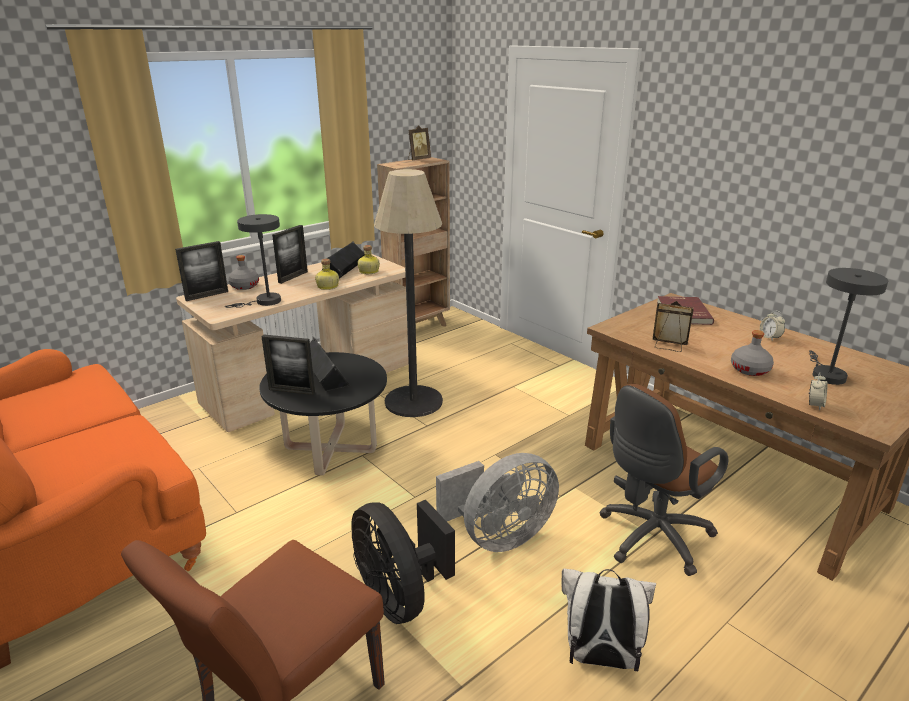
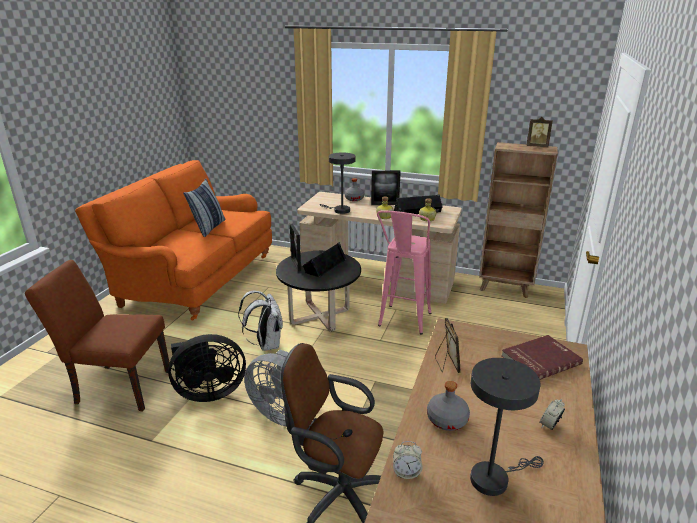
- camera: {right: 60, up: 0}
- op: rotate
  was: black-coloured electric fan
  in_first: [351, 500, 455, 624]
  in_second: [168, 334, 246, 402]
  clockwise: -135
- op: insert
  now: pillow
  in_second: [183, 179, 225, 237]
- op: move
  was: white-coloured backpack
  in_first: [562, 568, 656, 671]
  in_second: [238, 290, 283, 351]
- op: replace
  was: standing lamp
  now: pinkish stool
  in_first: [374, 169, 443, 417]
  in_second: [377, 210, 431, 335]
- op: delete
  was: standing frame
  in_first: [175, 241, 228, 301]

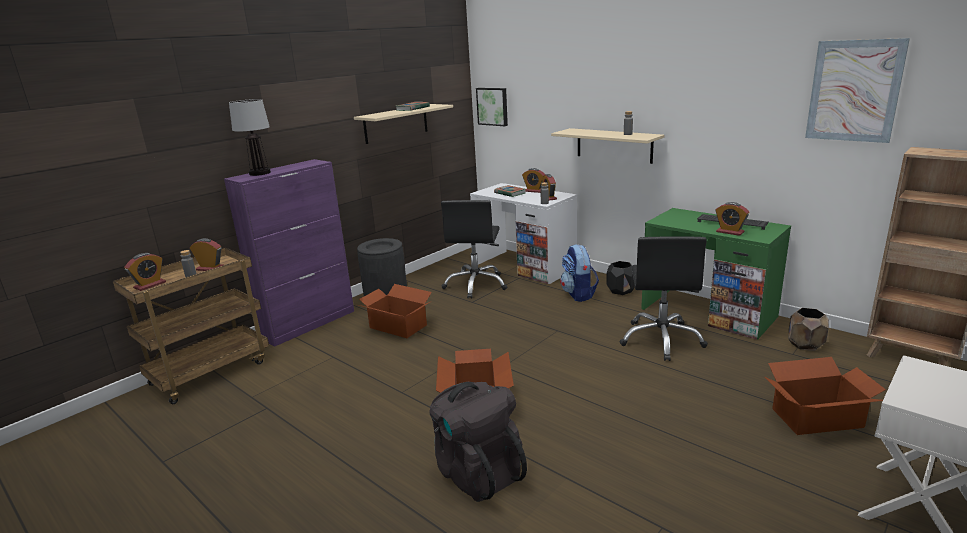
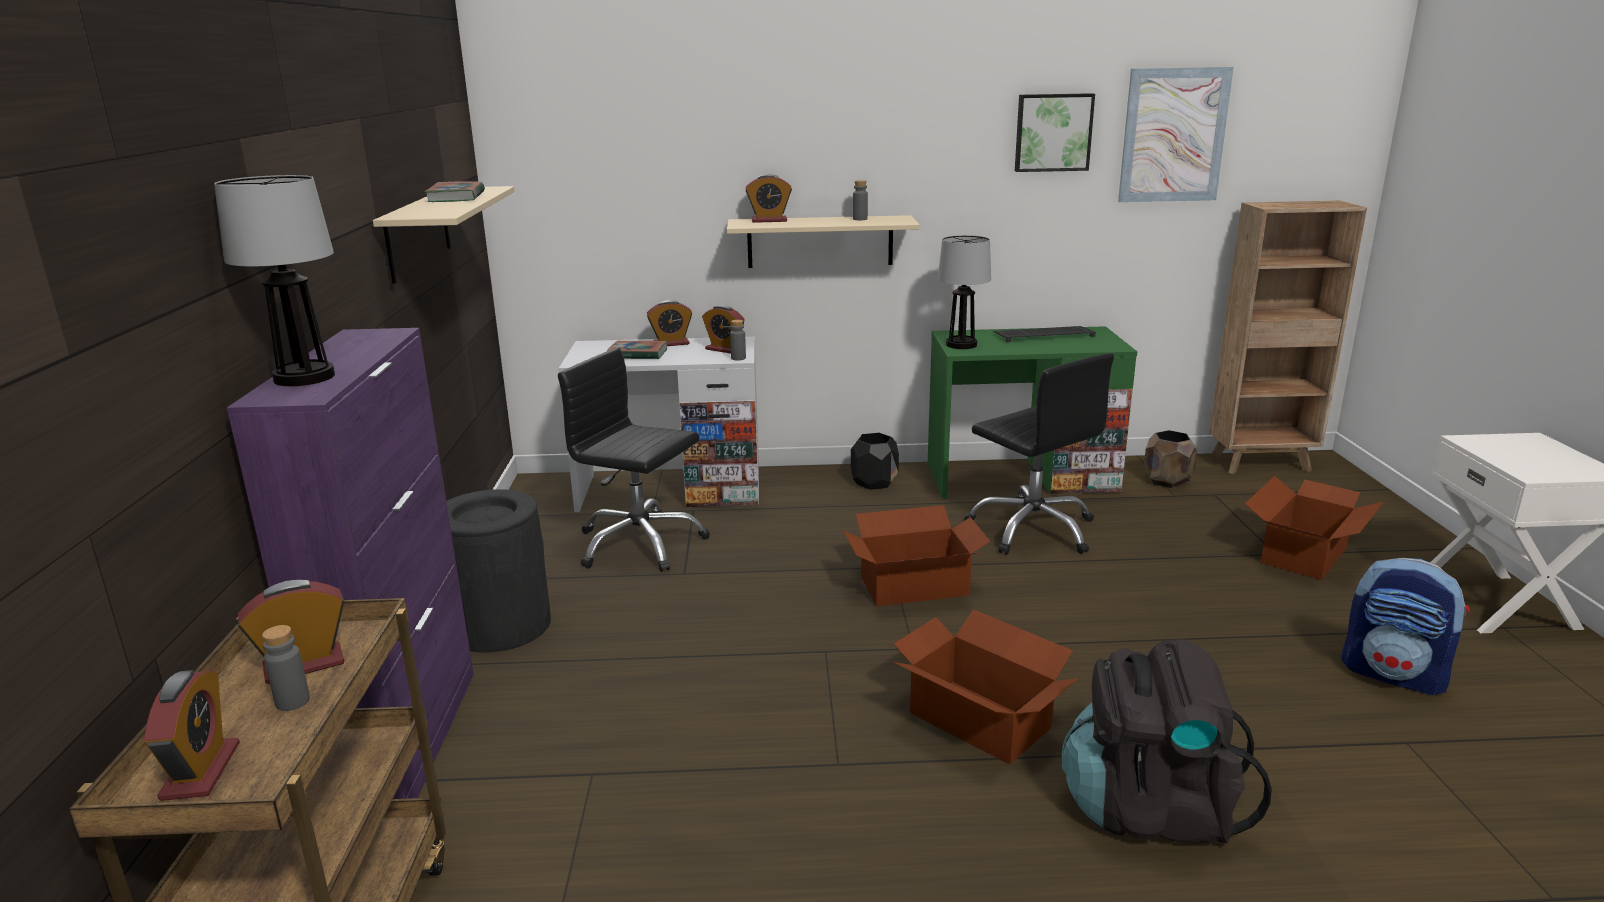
- camera: {right: -45, up: 0}
- op: rotate
  was: black-coloured desk chair
  in_first: [441, 200, 507, 299]
  in_second: [558, 348, 710, 572]
  clockwise: 150
- op: move
  was: table clock
  in_first: [715, 202, 749, 236]
  in_second: [745, 174, 792, 223]
- op: move
  was: packing box
  in_first: [359, 284, 432, 338]
  in_second: [843, 505, 991, 606]
- op: insert
  now: lamp for a table
  in_second: [938, 235, 991, 349]
- op: move
  was: wall picture
  in_first: [476, 88, 508, 126]
  in_second: [1015, 93, 1095, 172]
- op: move
  was: backpack
  in_first: [560, 244, 599, 302]
  in_second: [1341, 558, 1470, 695]

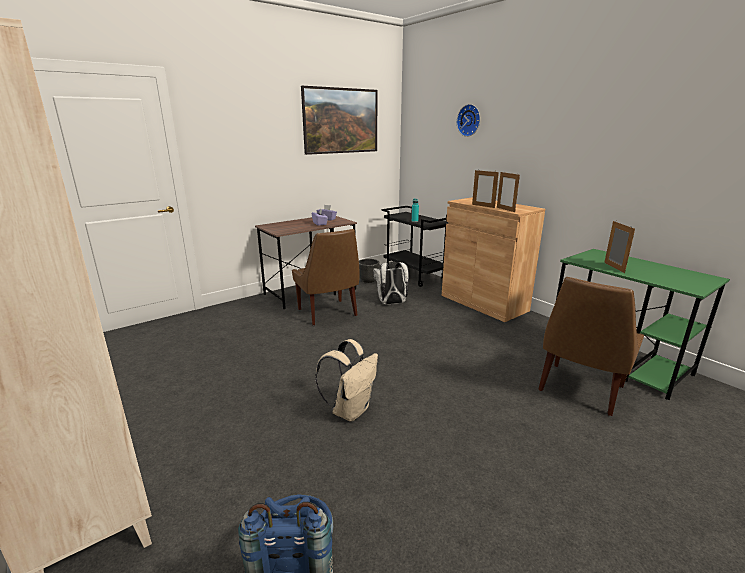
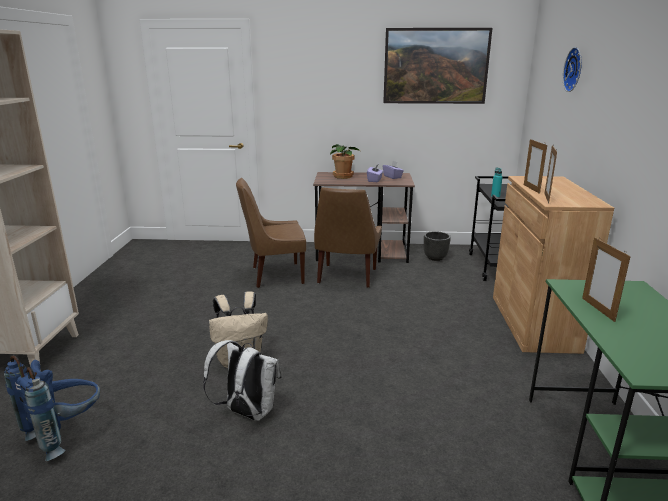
- camera: {right: 40, up: 0}
- op: move
  was: white-coloured backpack
  in_first: [373, 262, 409, 305]
  in_second: [203, 340, 281, 421]
- op: move
  was: brown plain chair
  in_first: [538, 277, 644, 416]
  in_second: [236, 178, 306, 288]
- op: insert
  now: houseplant
  in_second: [330, 144, 360, 179]
- op: rotate
  was: standing frame
  in_first: [604, 221, 635, 273]
  in_second: [582, 238, 631, 322]
  clockwise: 135

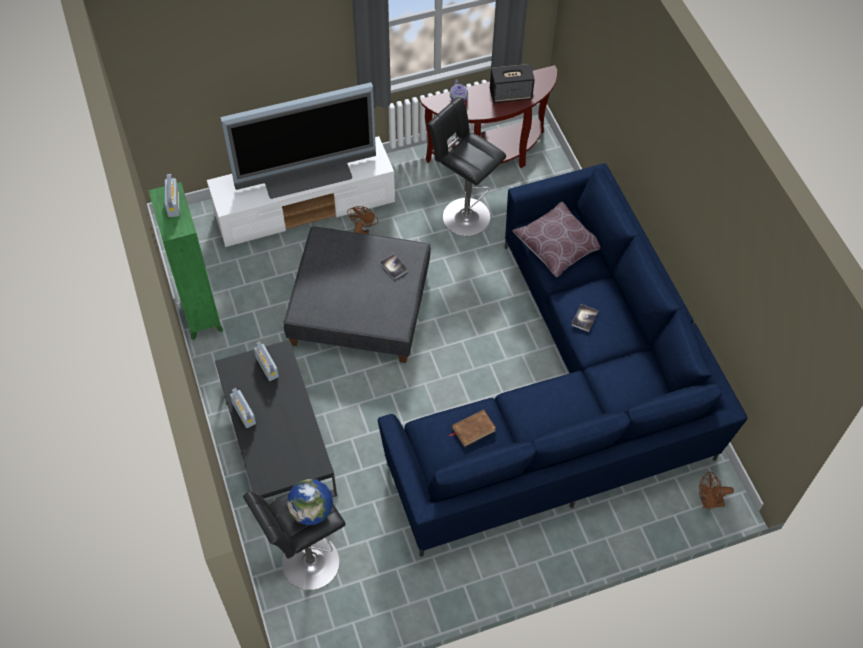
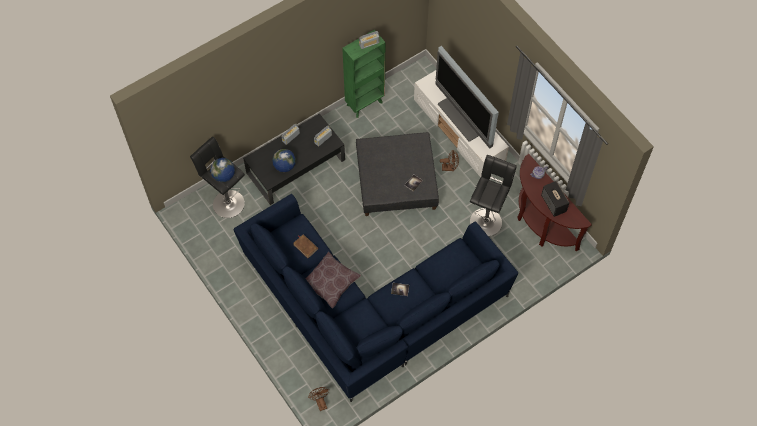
- camera: {right: 75, up: 5}
- op: insert
  now: globe
  in_second: [272, 149, 296, 172]
- op: move
  was: brown pillow
  in_first: [512, 202, 600, 277]
  in_second: [305, 252, 361, 309]

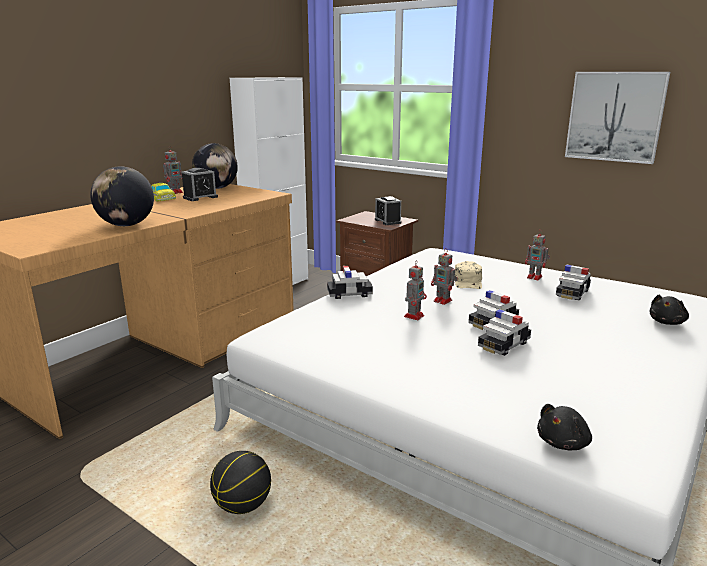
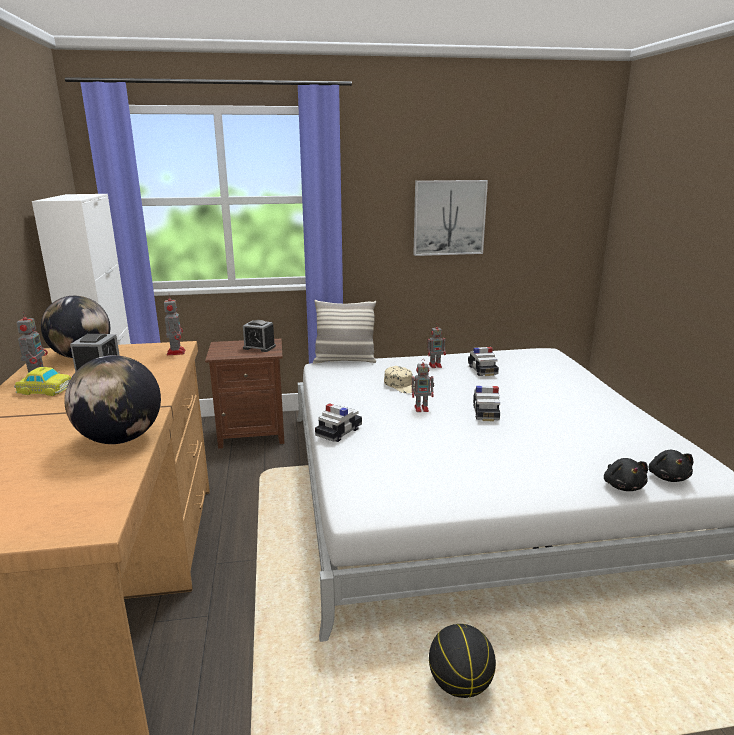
- camera: {right: -45, up: 0}
- op: move
  was: model robot
  in_first: [404, 260, 427, 320]
  in_second: [164, 295, 185, 355]
- op: insert
  now: pillow
  in_second: [313, 300, 376, 363]
- op: move
  was: black-coloured cuddly toy
  in_first: [650, 295, 689, 325]
  in_second: [604, 458, 648, 491]
- op: delete
  was: miniature car
  in_first: [478, 309, 531, 356]

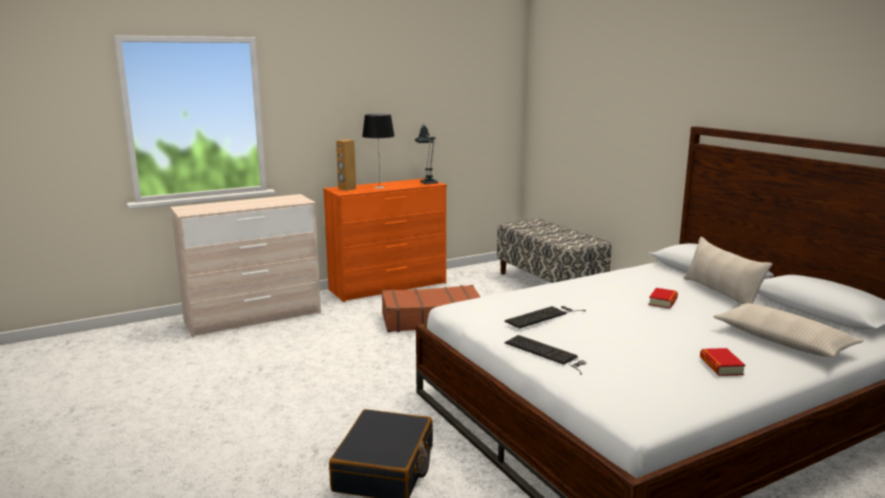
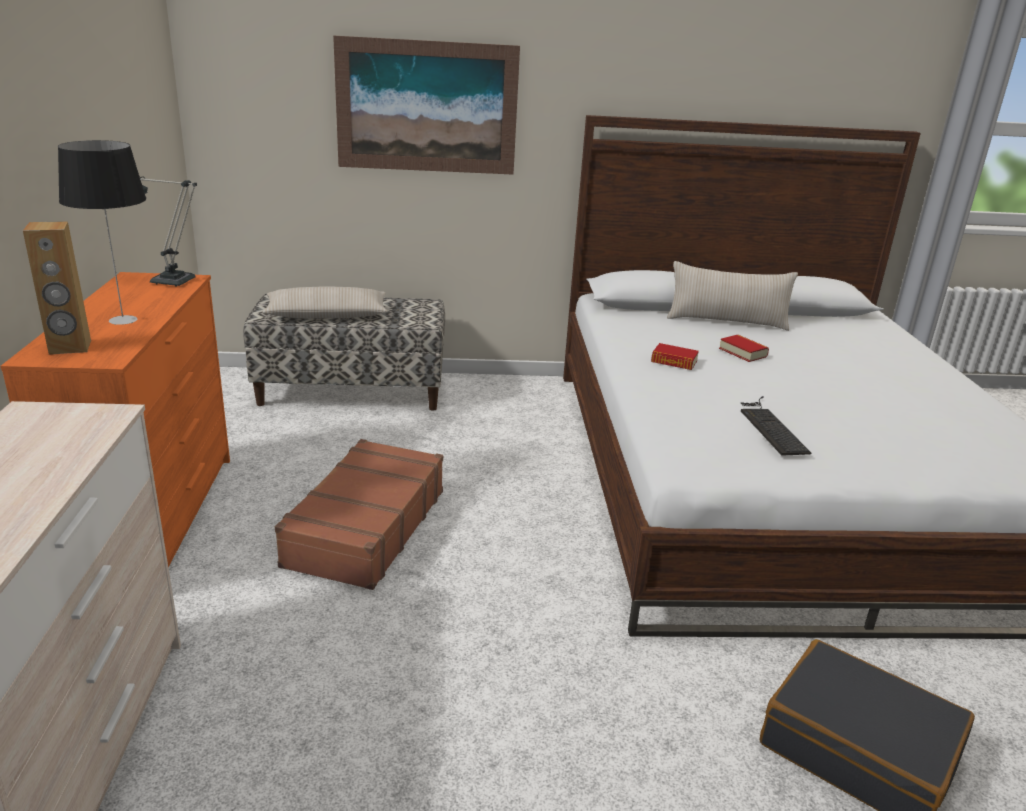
- camera: {right: -65, up: 10}
- op: move
  was: beige-coloured pillow
  in_first: [713, 303, 864, 357]
  in_second: [262, 287, 387, 319]
- op: insert
  now: wall picture
  in_second: [333, 36, 520, 175]
- op: move
  was: volume
  in_first: [700, 348, 746, 376]
  in_second: [651, 343, 699, 370]
- op: delete
  was: computer keyboard
  in_first: [505, 335, 587, 375]

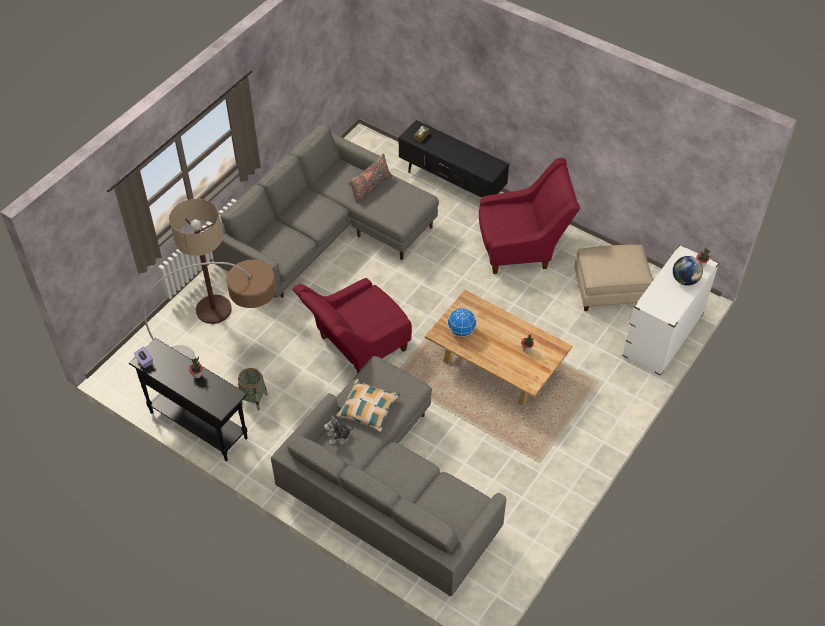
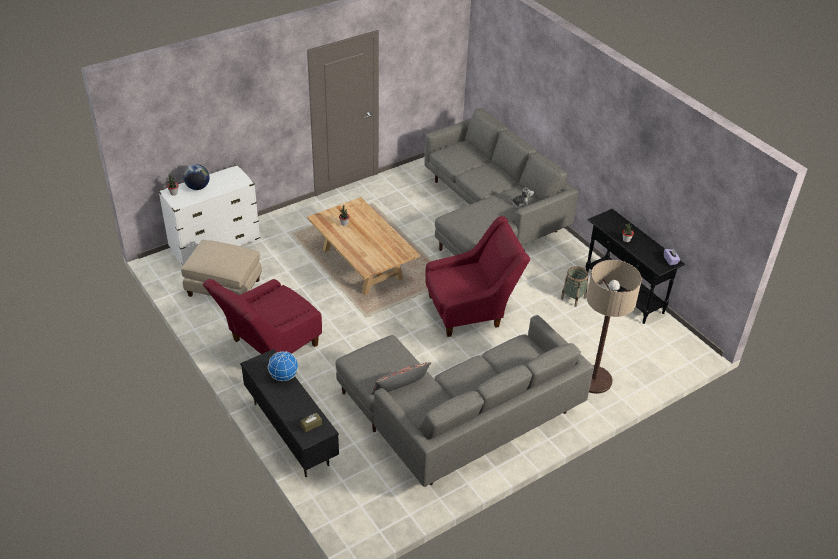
- camera: {right: -160, up: -10}
- op: rotate
  was: reddish armchair
  in_first: [479, 158, 580, 274]
  in_second: [203, 279, 322, 354]
  clockwise: -60
- op: move
  was: globe
  in_first: [447, 308, 477, 337]
  in_second: [268, 351, 298, 381]
- op: delete
  was: standing lamp
  in_first: [143, 260, 276, 360]
- op: delete
  was: pillow
  in_first: [336, 379, 400, 432]

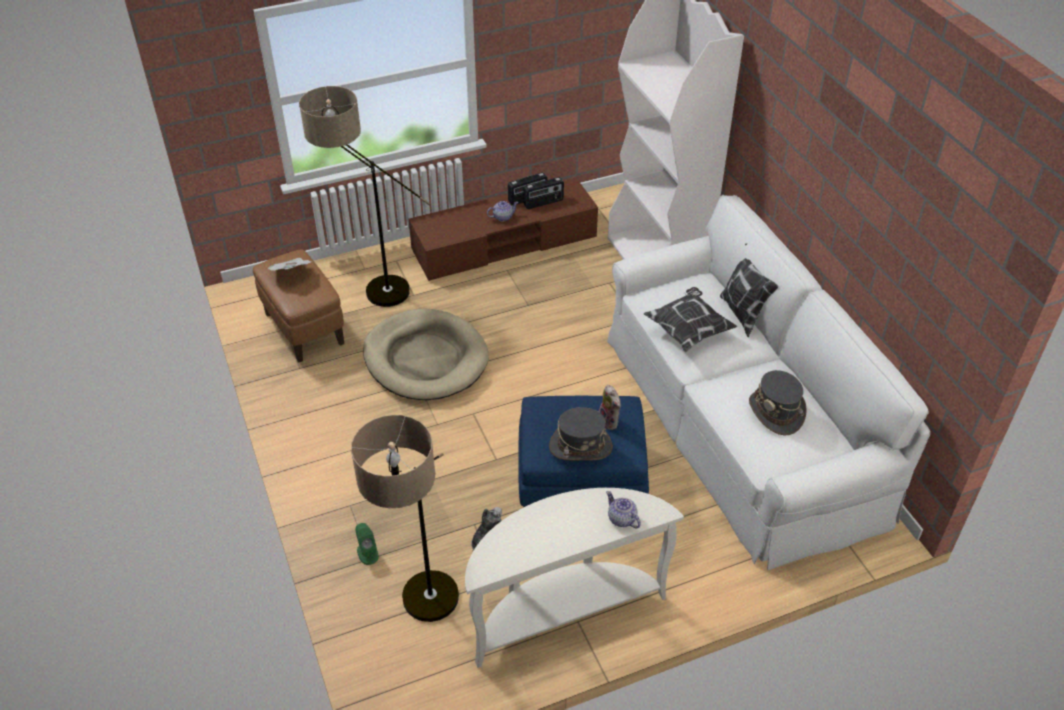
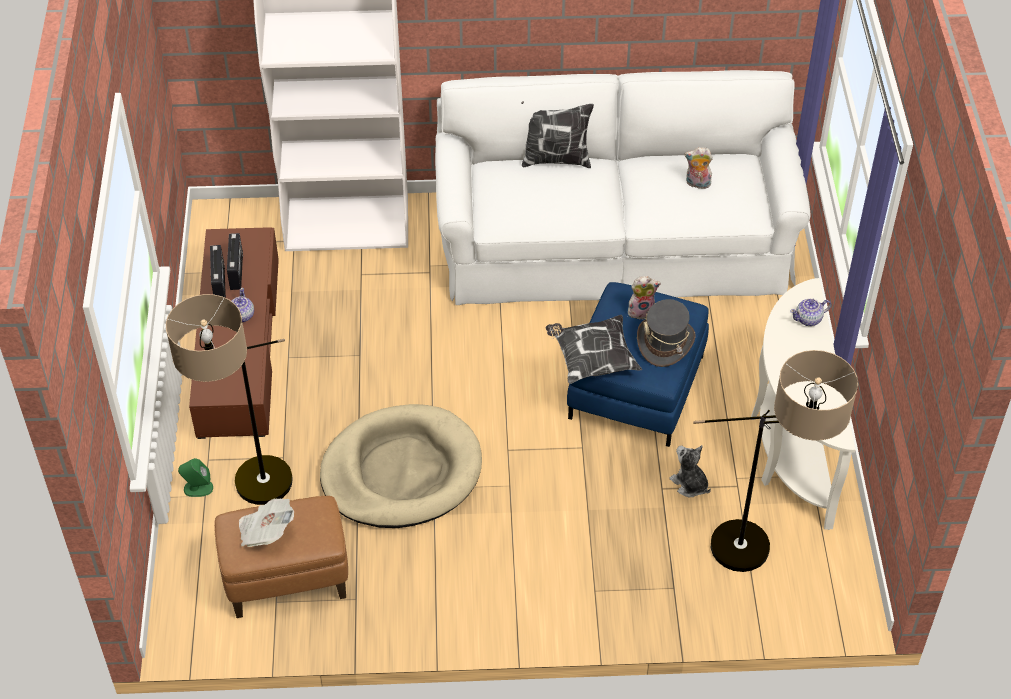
- camera: {right: -70, up: 5}
- op: move
  was: green-coloured audio speaker
  in_first: [355, 523, 379, 565]
  in_second: [178, 458, 213, 497]
- op: move
  was: pillow
  in_first: [644, 287, 737, 352]
  in_second: [546, 315, 642, 384]
- op: replace
  was: grey clothing hat
  now: cuddly toy
  in_first: [749, 370, 807, 435]
  in_second: [684, 147, 713, 189]

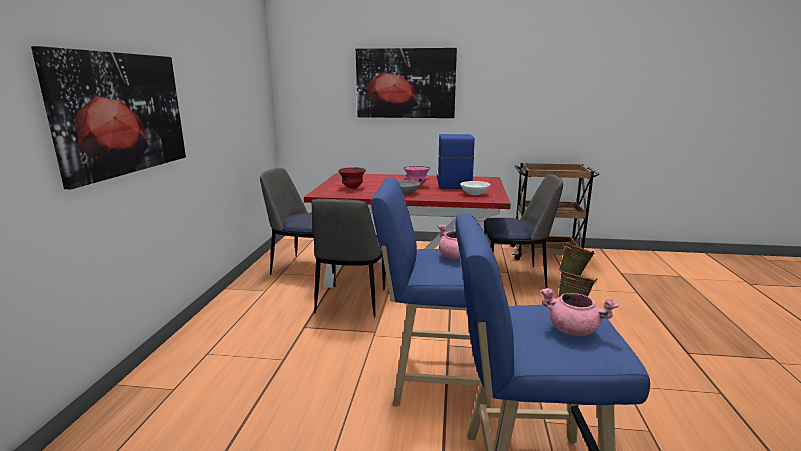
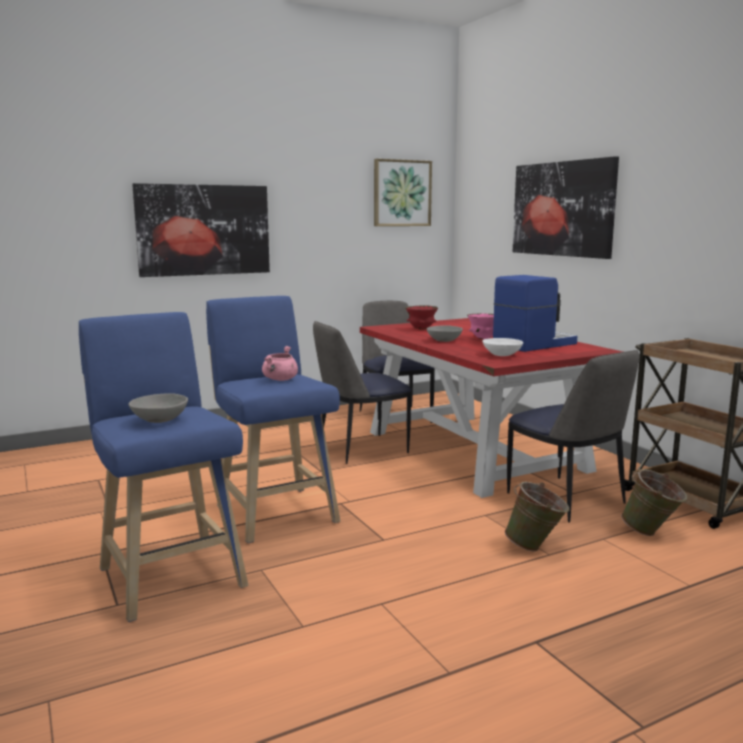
- camera: {right: 55, up: -5}
- op: replace
  was: pinkish cooking pot
  now: grey deep dish
  in_first: [541, 288, 619, 336]
  in_second: [129, 393, 188, 423]
- op: insert
  now: wall picture
  in_second: [374, 159, 432, 226]

